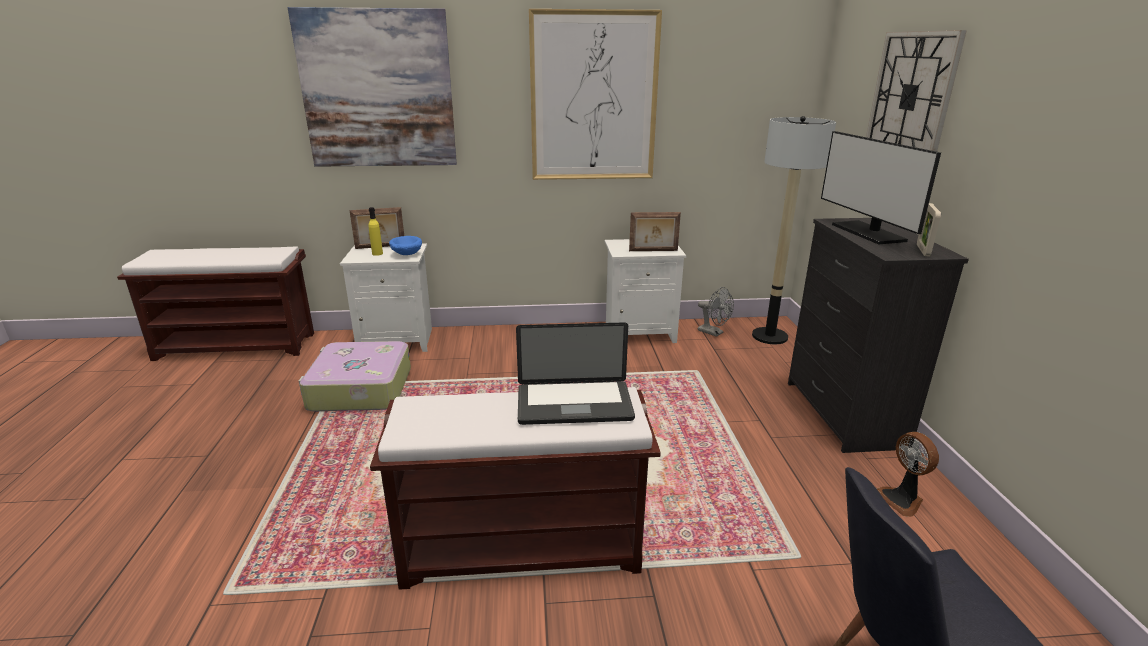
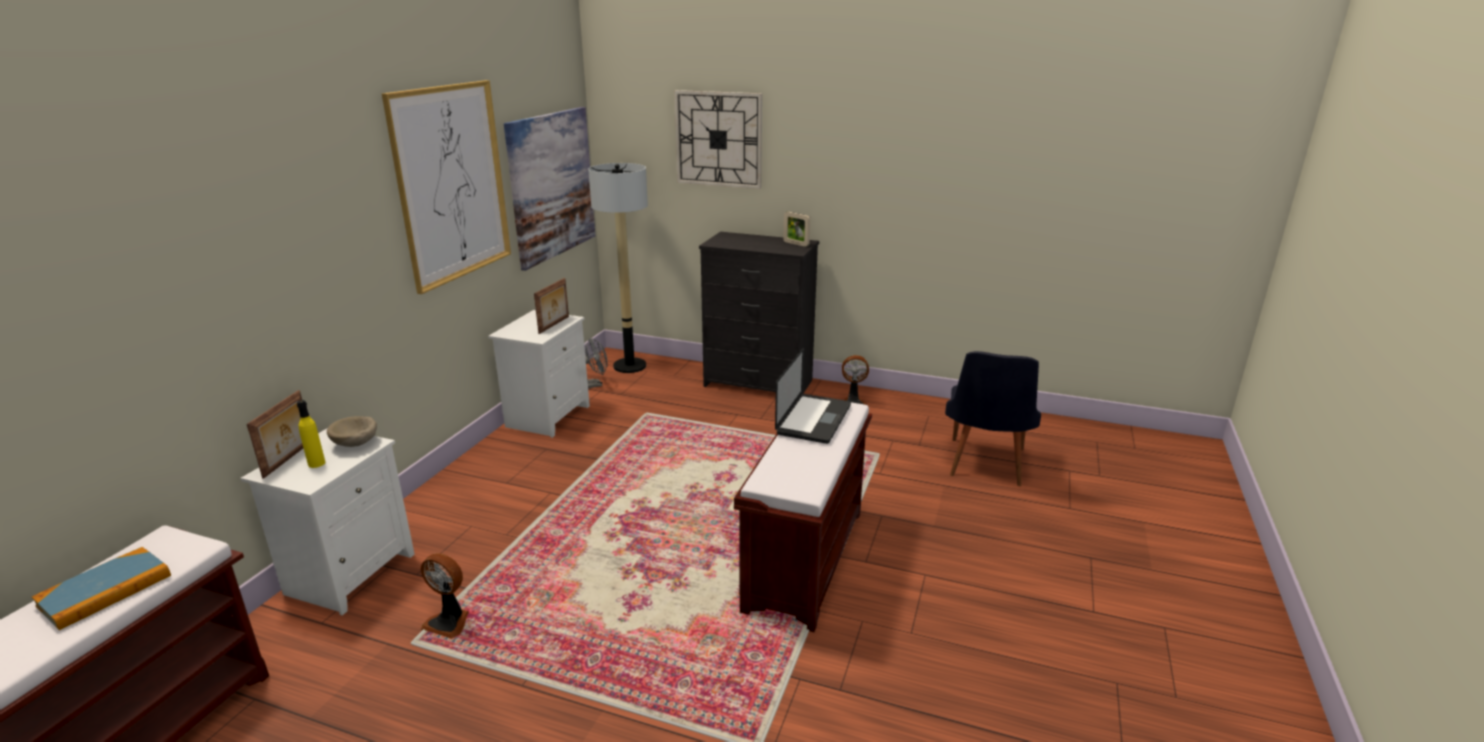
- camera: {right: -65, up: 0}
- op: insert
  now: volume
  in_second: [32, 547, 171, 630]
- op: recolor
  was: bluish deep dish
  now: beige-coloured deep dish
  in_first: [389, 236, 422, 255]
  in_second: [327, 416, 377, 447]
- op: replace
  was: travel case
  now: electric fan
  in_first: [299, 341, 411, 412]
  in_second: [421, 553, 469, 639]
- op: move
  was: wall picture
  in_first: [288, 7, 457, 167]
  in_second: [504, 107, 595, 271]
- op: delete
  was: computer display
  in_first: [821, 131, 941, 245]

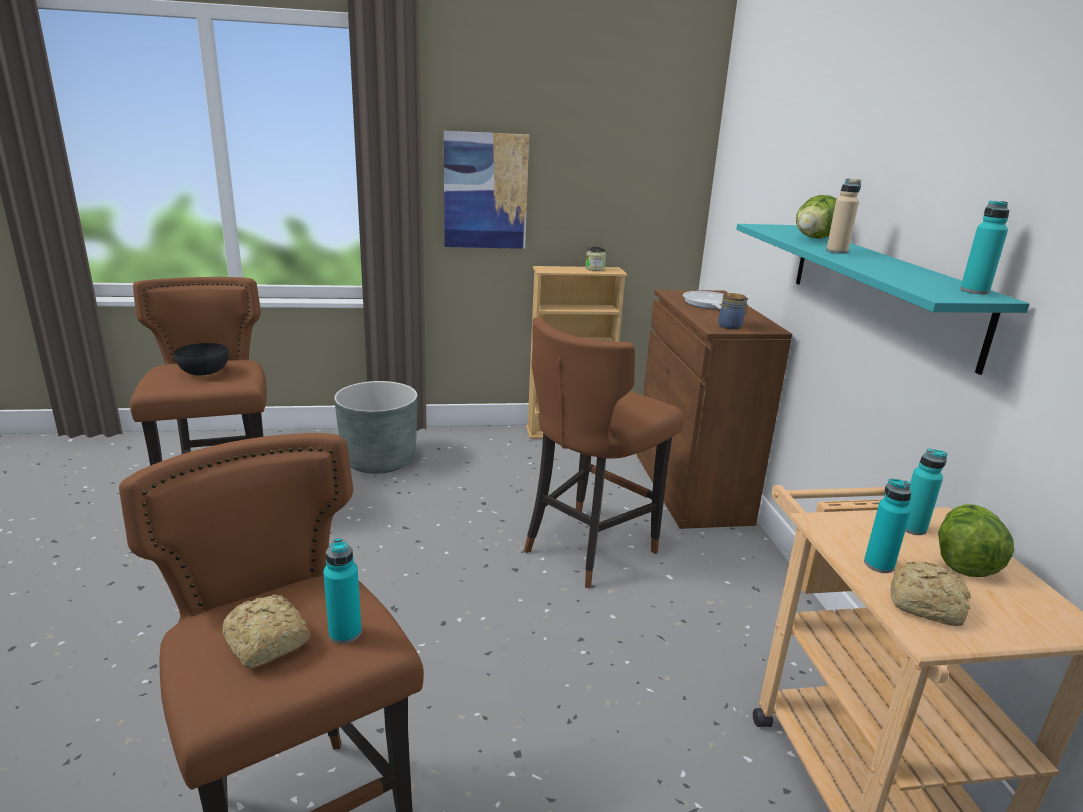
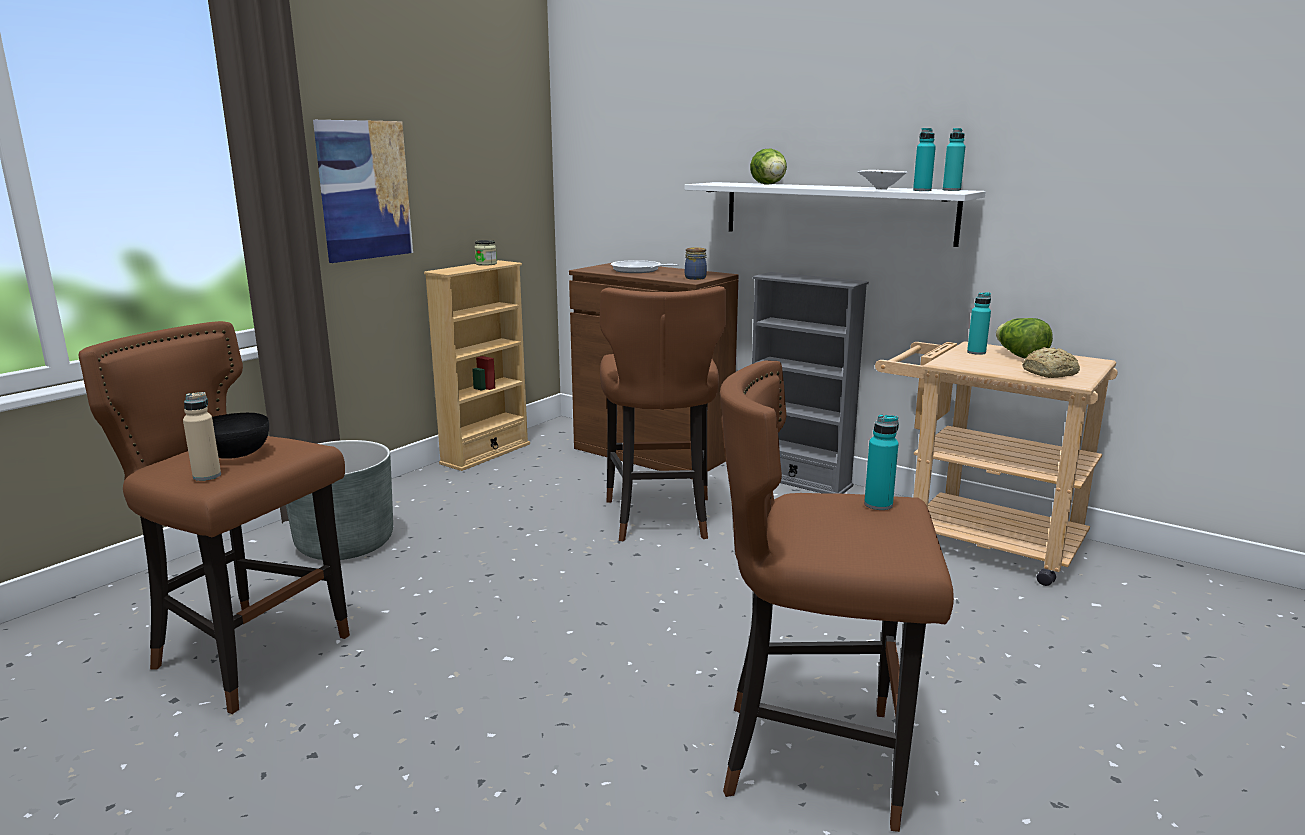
- camera: {right: -45, up: -5}
- op: move
  was: beige-coloured drink bottle
  in_first: [826, 179, 861, 254]
  in_second: [183, 392, 221, 481]
- op: recolor
  was: blue-green shelf
  now: white-coloured shelf
  in_first: [736, 224, 1030, 375]
  in_second: [684, 182, 986, 247]
- op: insert
  now: grey shelving unit
  in_second: [752, 272, 869, 494]
- op: insert
  now: white-coloured deep dish
  in_second: [858, 170, 907, 190]
- op: move
  was: blue-green drink bottle
  in_first: [864, 478, 911, 573]
  in_second: [913, 128, 936, 191]
- op: delete
  was: baked bread
  in_first: [223, 595, 310, 669]

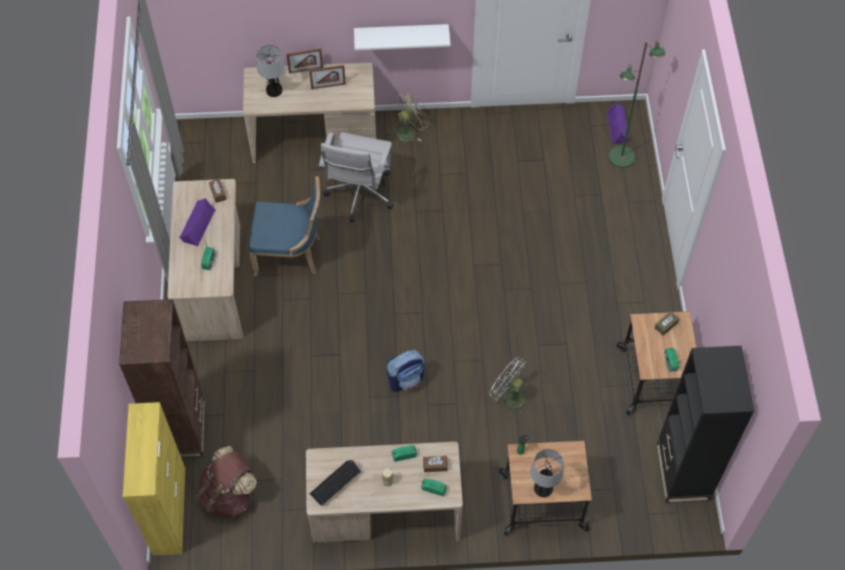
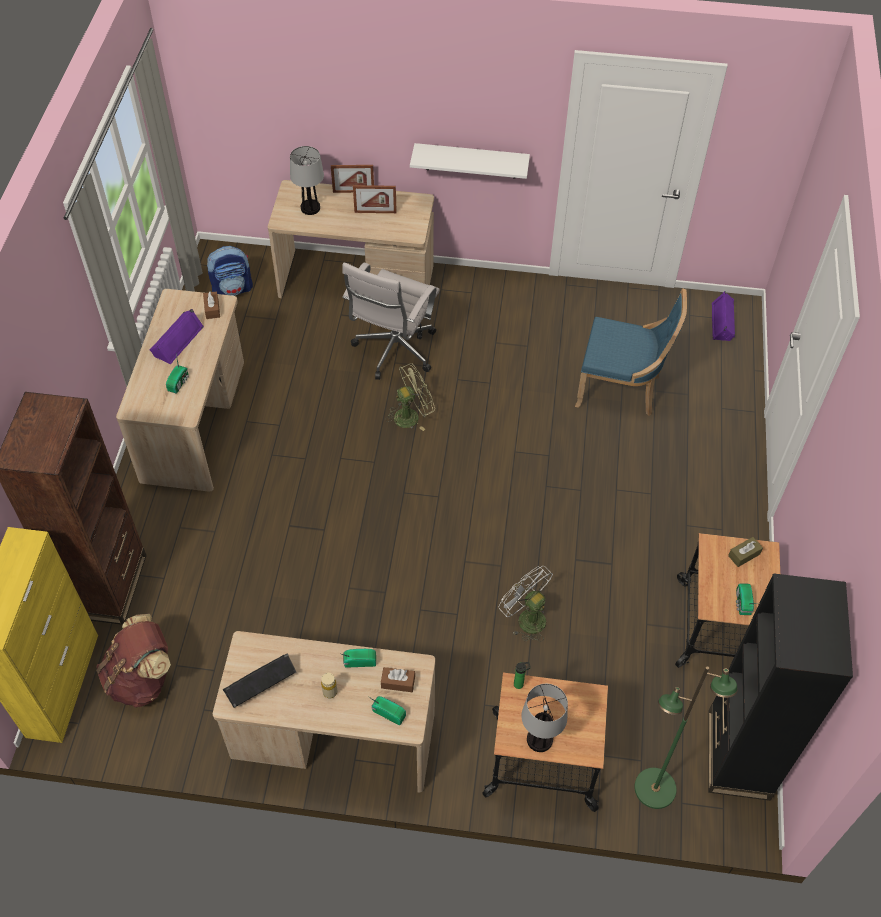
- camera: {right: 10, up: -5}
- op: move
  was: backpack
  in_first: [387, 350, 424, 392]
  in_second: [207, 246, 253, 296]
- op: move
  was: green-coloured electric fan
  in_first: [390, 92, 429, 142]
  in_second: [385, 363, 435, 431]
- op: move
  was: bluish plain chair
  in_first: [249, 176, 321, 277]
  in_second: [575, 288, 687, 416]
- op: move
  was: green-coloured standing lamp
  in_first: [609, 41, 665, 168]
  in_second: [634, 666, 738, 809]

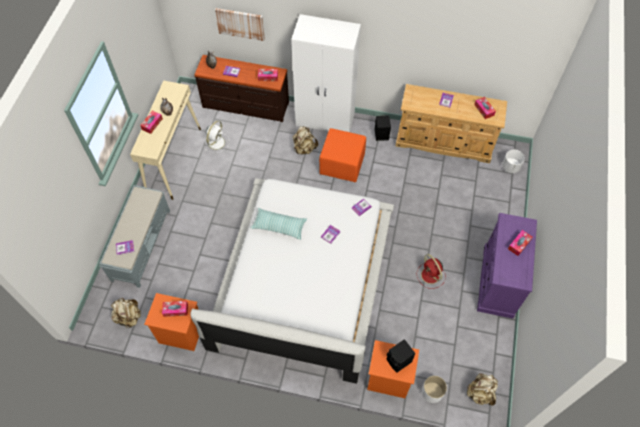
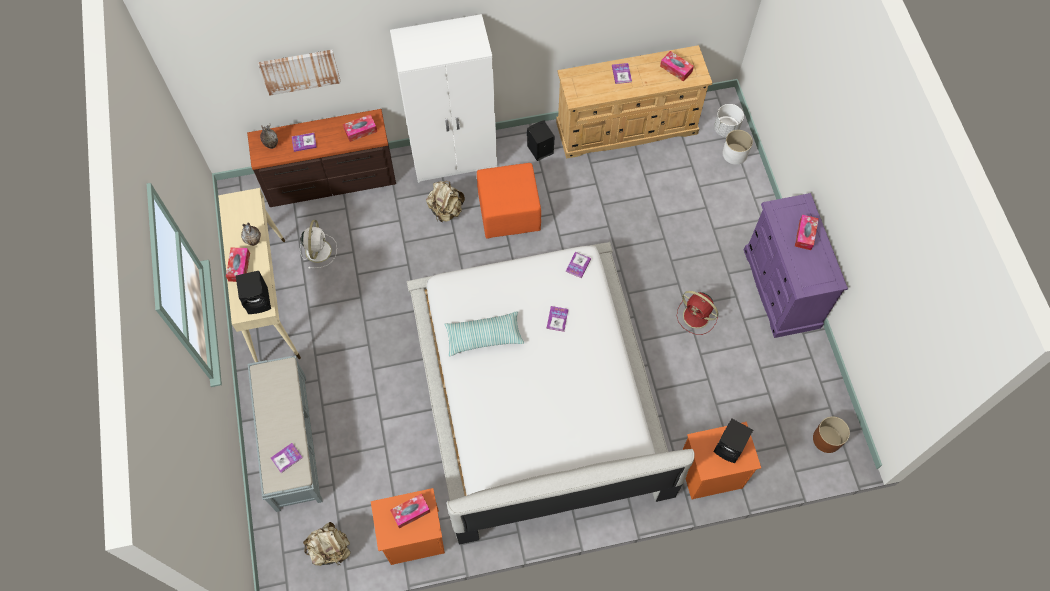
- camera: {right: -25, up: 5}
- op: insert
  now: black-coloured audio speaker
  in_second: [236, 271, 271, 314]
- op: move
  was: white-coloured planter
  in_first: [422, 376, 447, 403]
  in_second: [723, 130, 753, 165]
- op: replace
  was: beige-coloured backpack
  now: brown planter
  in_first: [467, 373, 498, 406]
  in_second: [813, 416, 850, 453]

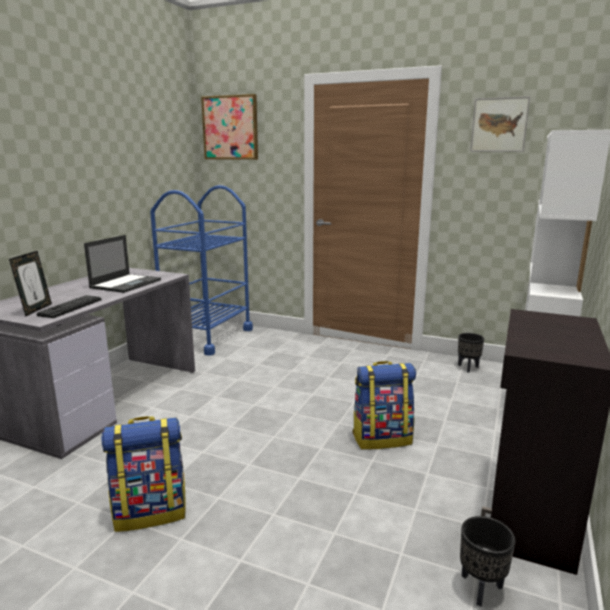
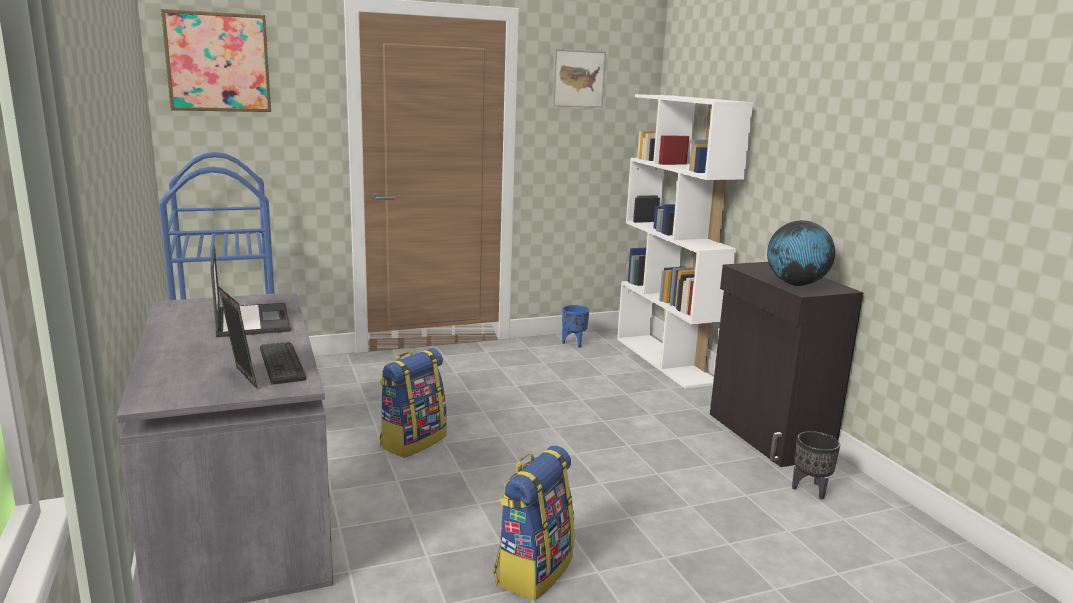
- camera: {right: -45, up: 0}
- op: move
  was: backpack
  in_first: [352, 361, 416, 450]
  in_second: [380, 348, 447, 458]
- op: recolor
  was: black-coloured planter
  now: bluish planter
  in_first: [458, 333, 484, 373]
  in_second: [562, 305, 589, 348]
- op: insert
  now: globe
  in_second: [767, 220, 835, 286]

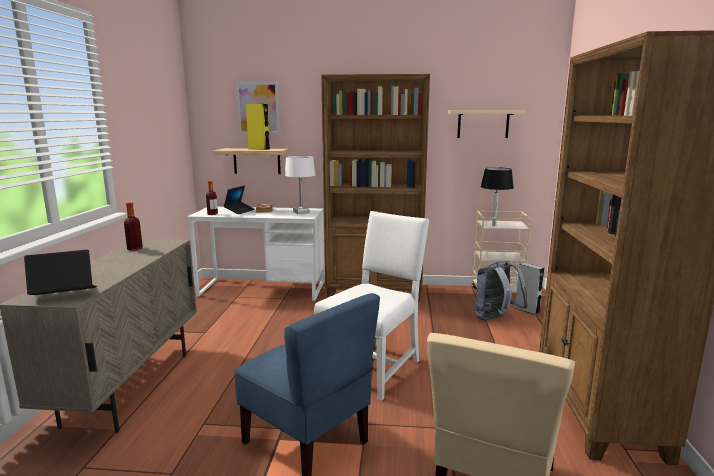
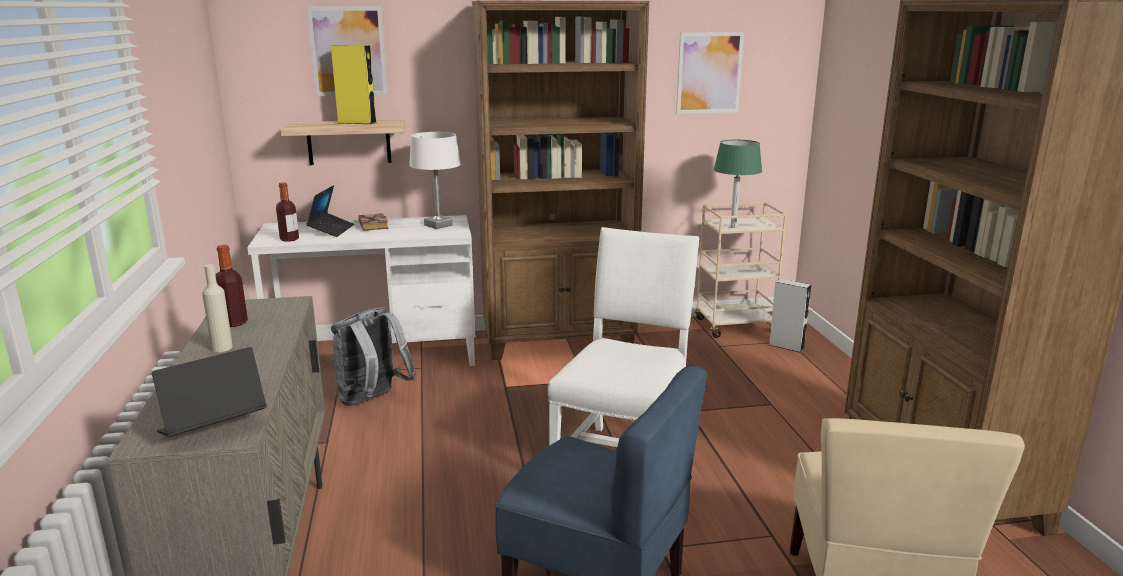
- camera: {right: -15, up: 5}
- op: insert
  now: beige-coloured drink bottle
  in_second: [202, 264, 233, 352]
- op: move
  was: grey backpack
  in_first: [475, 261, 528, 320]
  in_second: [331, 307, 417, 406]
- op: replace
  was: beige-coloured shelf
  now: wall picture
  in_first: [448, 110, 526, 138]
  in_second: [676, 32, 744, 114]
- op: recolor
  was: black-coloured lamp for a table
  now: green-coloured lamp for a table
  in_first: [481, 167, 514, 226]
  in_second: [714, 140, 762, 228]

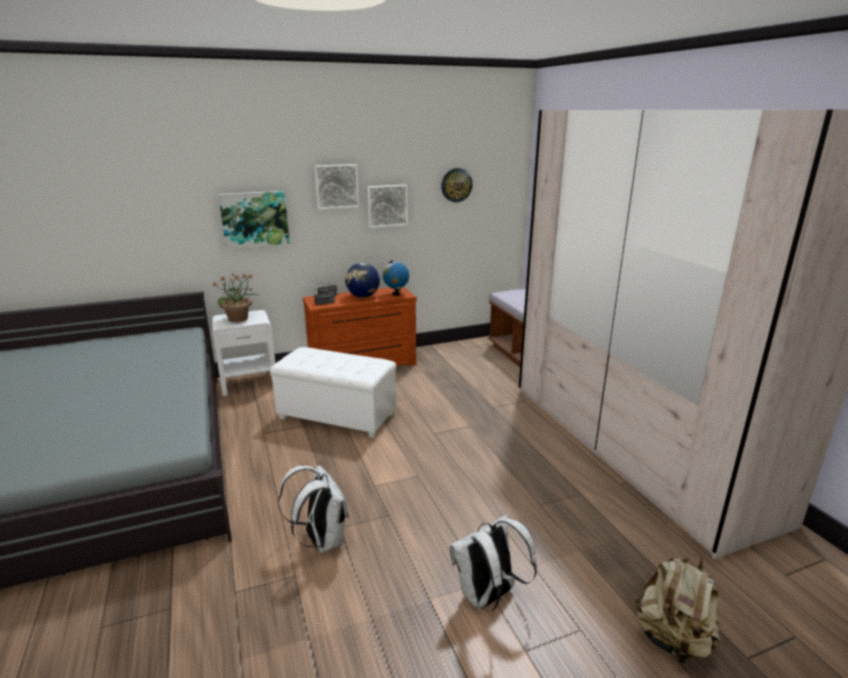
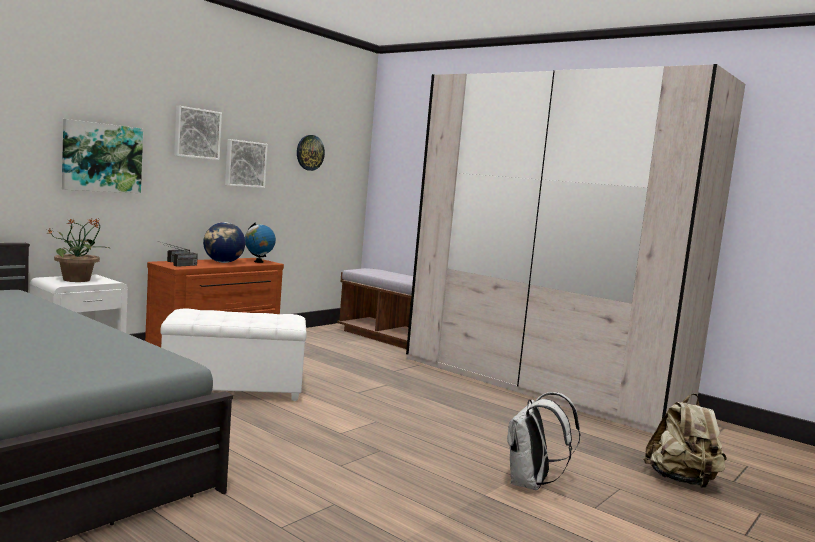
- camera: {right: -30, up: -15}
- op: delete
  was: white-coloured backpack
  in_first: [278, 465, 349, 553]

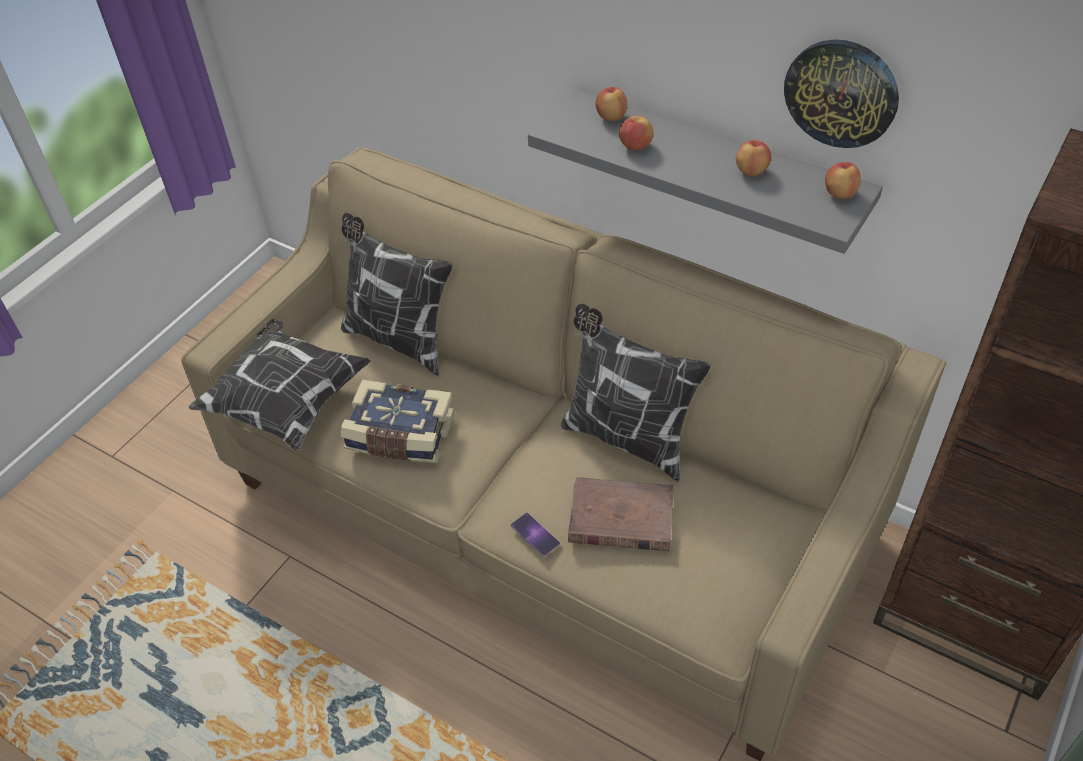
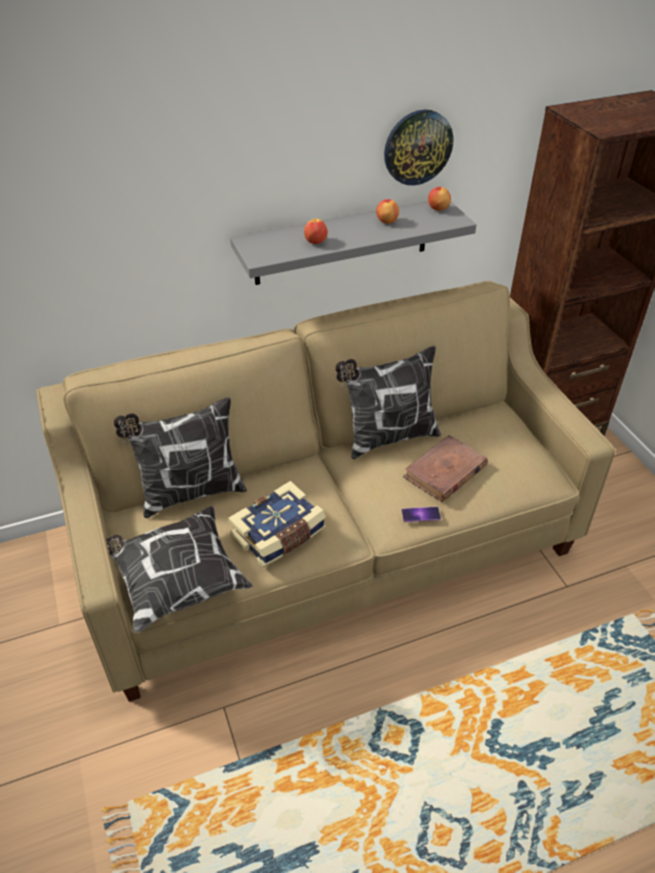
- camera: {right: -55, up: -5}
- op: delete
  was: whole apple
  in_first: [596, 87, 628, 121]

